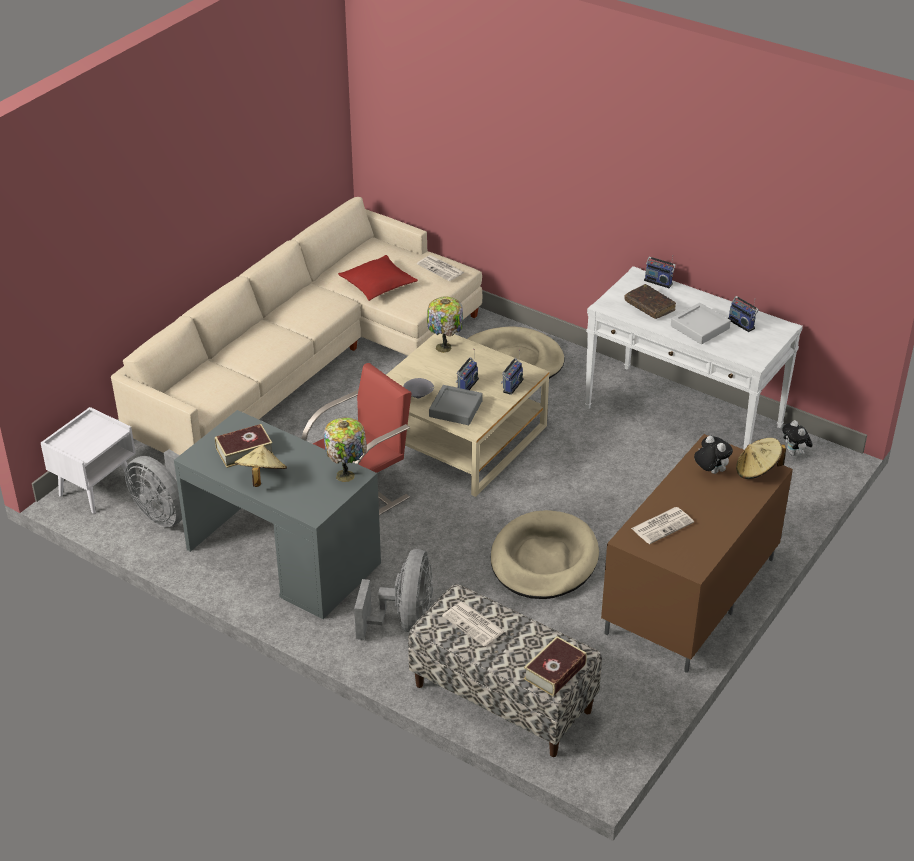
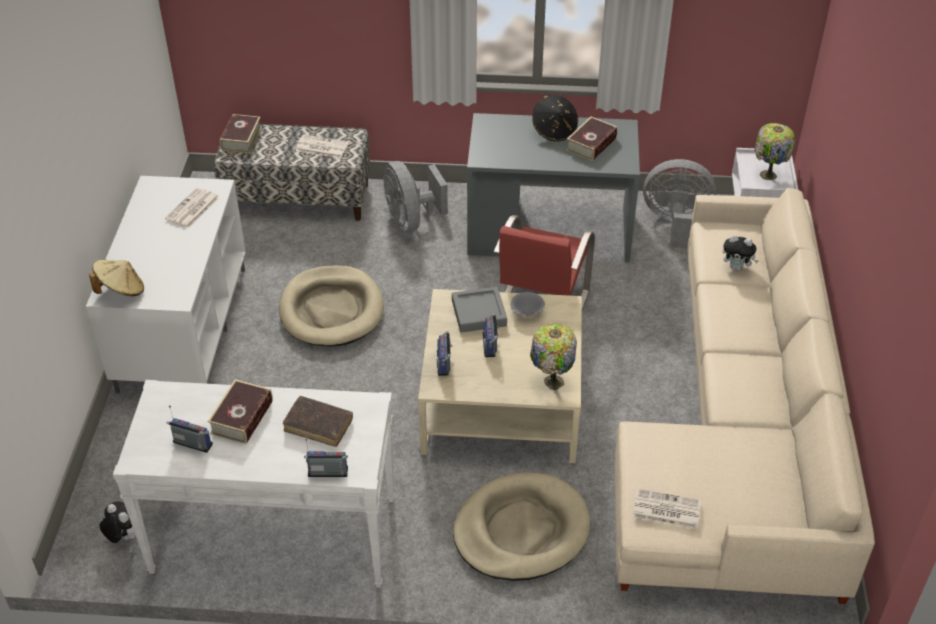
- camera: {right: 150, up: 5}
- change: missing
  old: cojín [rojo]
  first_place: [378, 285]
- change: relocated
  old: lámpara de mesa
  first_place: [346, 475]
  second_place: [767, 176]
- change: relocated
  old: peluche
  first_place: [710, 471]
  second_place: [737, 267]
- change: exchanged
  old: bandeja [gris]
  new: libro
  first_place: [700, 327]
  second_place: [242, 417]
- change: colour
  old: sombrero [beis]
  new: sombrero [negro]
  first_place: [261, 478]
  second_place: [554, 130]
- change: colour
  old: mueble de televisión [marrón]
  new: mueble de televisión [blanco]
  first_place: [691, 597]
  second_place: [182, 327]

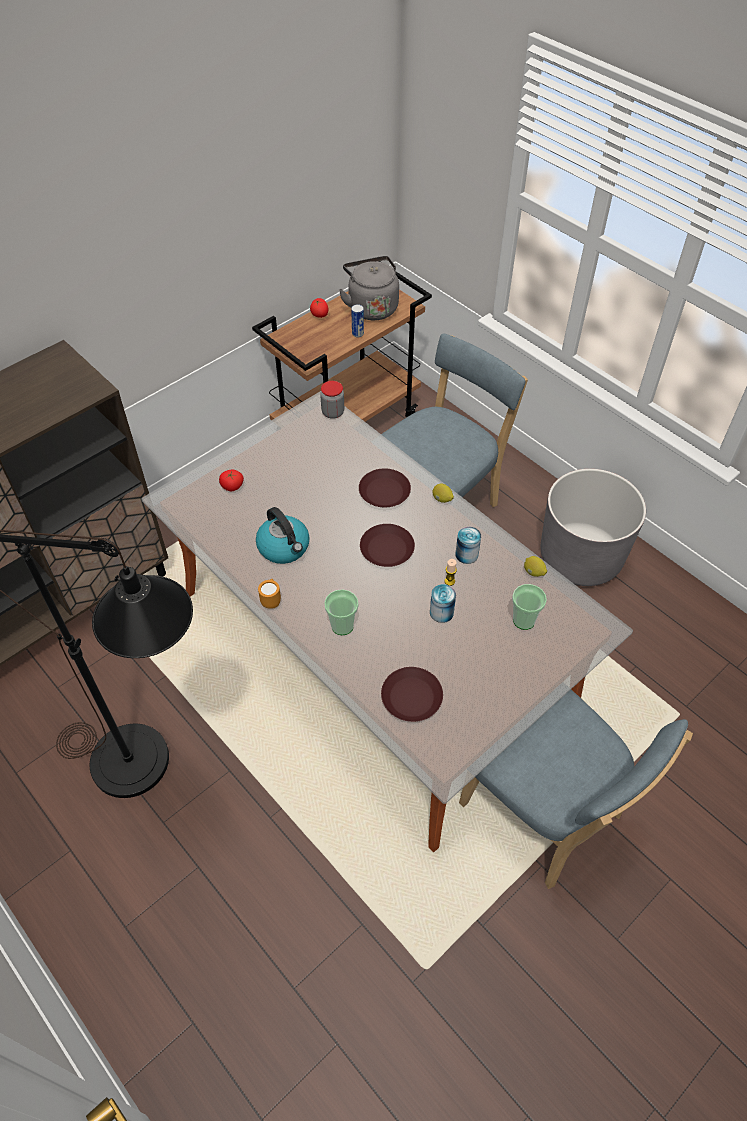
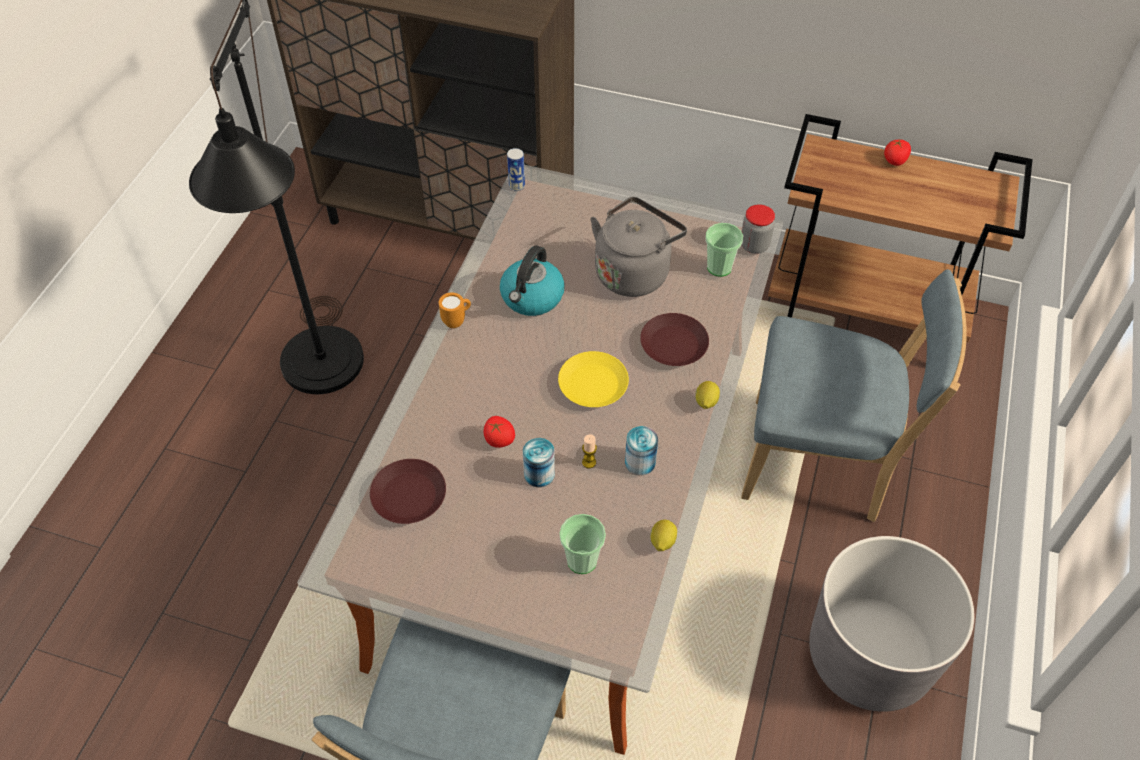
- camera: {right: 60, up: 0}
- change: relocated
  old: tomate
  first_place: [232, 487]
  second_place: [499, 439]
- change: relocated
  old: taza
  first_place: [342, 626]
  second_place: [719, 267]
- change: relocated
  old: hervidor [gris]
  first_place: [371, 307]
  second_place: [634, 271]
- change: relocated
  old: lata
  first_place: [357, 334]
  second_place: [517, 186]
- change: colour
  old: plato [marrón]
  new: plato [amarillo]
  first_place: [386, 549]
  second_place: [592, 384]

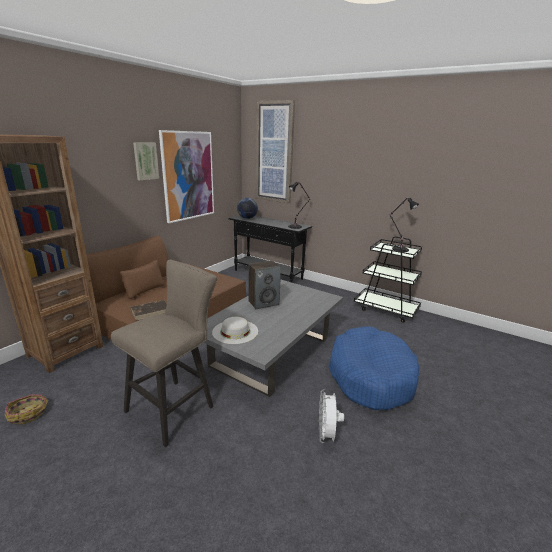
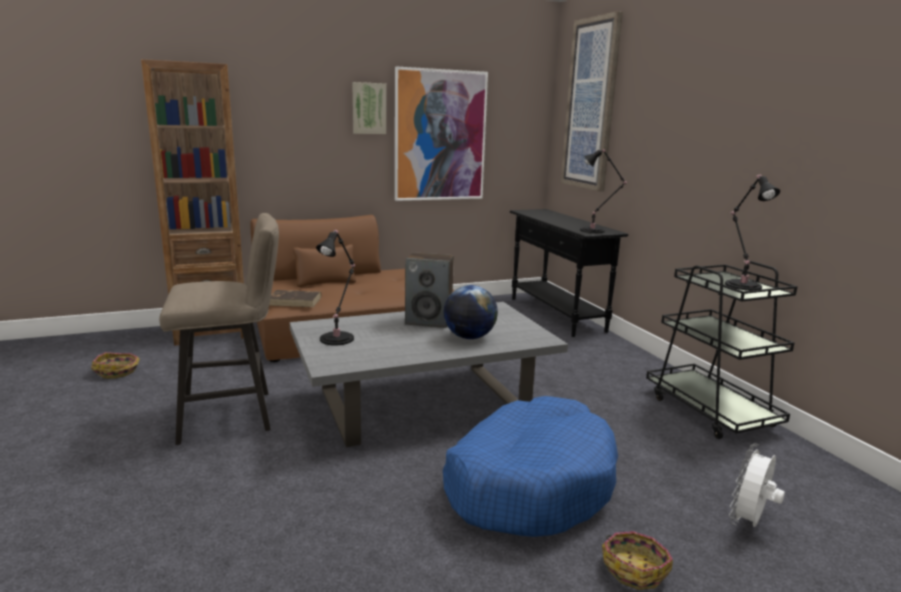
- camera: {right: 35, up: -5}
- change: appeared
  new: cesta
  second_place: [634, 568]
- change: relocated
  old: globo terráqueo
  first_place: [247, 218]
  second_place: [469, 337]
- change: relocated
  old: ventilador [blanco]
  first_place: [326, 435]
  second_place: [749, 523]
- change: exchanged
  old: sombrero [blanco]
  new: lámpara de mesa [negro]
  first_place: [235, 331]
  second_place: [338, 338]

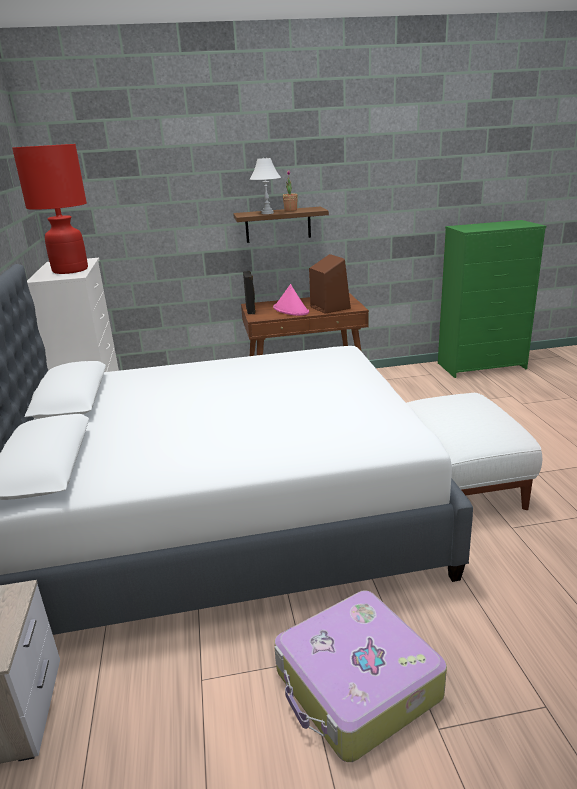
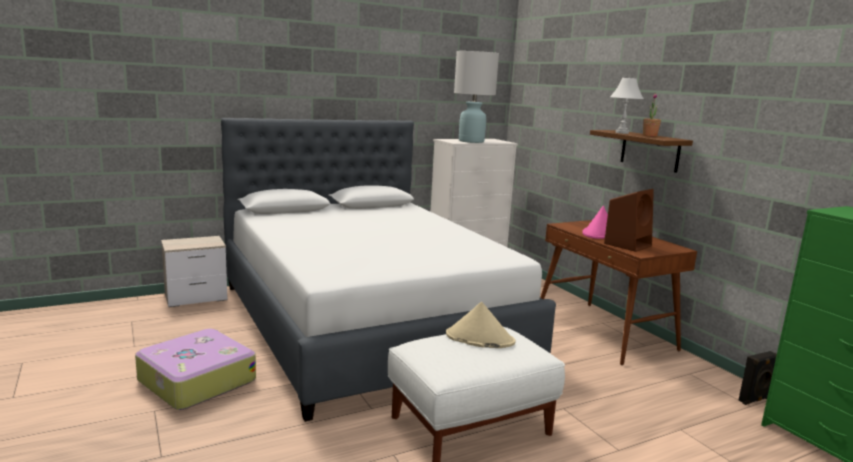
- camera: {right: 70, up: -10}
- change: appeared
  new: sombrero [beis]
  second_place: [479, 338]
- change: relocated
  old: altavoz [negro]
  first_place: [251, 310]
  second_place: [754, 400]
- change: colour
  old: lámpara de mesa [rojo]
  new: lámpara de mesa [blanco]
  first_place: [70, 270]
  second_place: [471, 141]

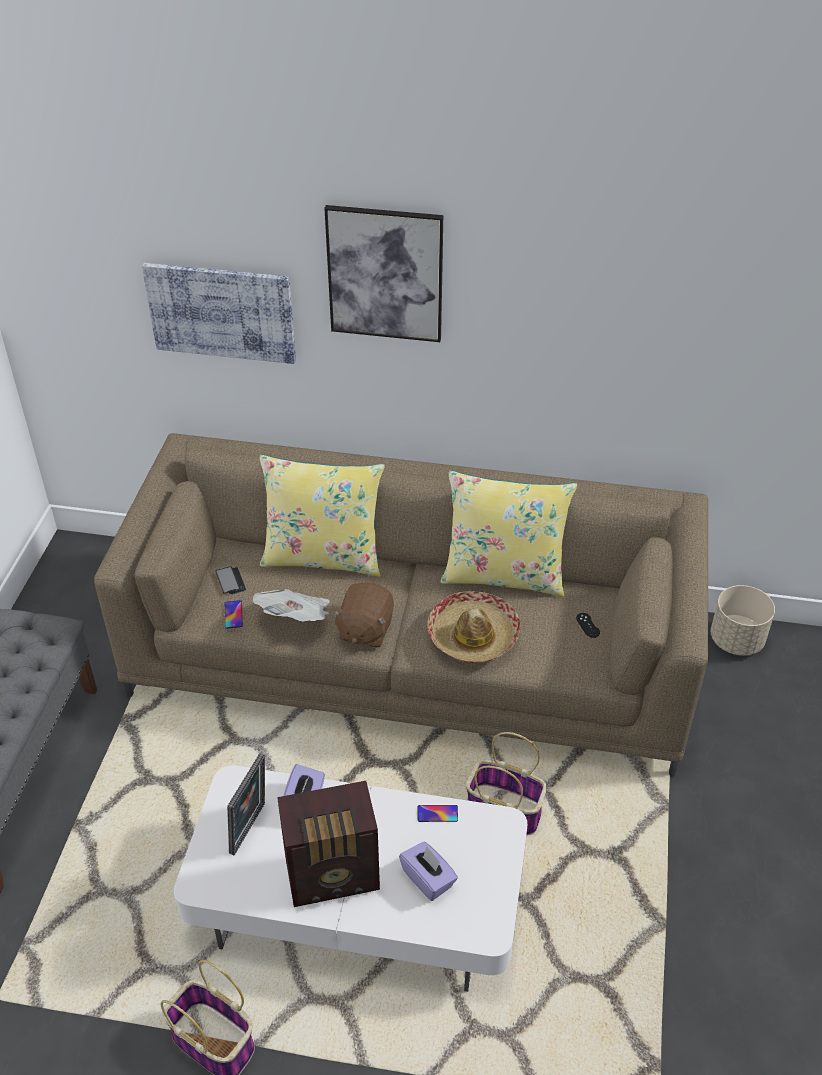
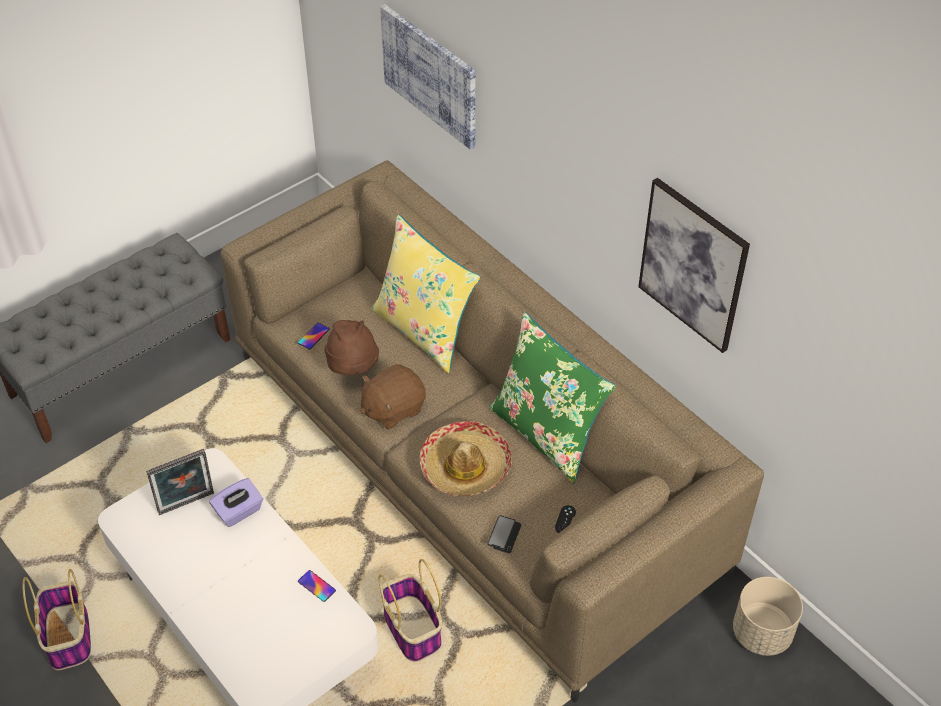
- camera: {right: 40, up: 5}
- change: missing
  old: radio
  first_place: [334, 876]
- change: missing
  old: caja de pañuelos [morado]
  first_place: [428, 879]
- change: relocated
  old: móvil
  first_place: [230, 581]
  second_place: [504, 535]
- change: relocated
  old: cuadro
  first_place: [385, 274]
  second_place: [693, 265]
- change: exchanged
  old: periódico
  new: sombrero [marrón]
  first_place: [296, 619]
  second_place: [352, 368]
- change: colour
  old: cojín [amarillo]
  new: cojín [verde]
  first_place: [504, 575]
  second_place: [546, 434]

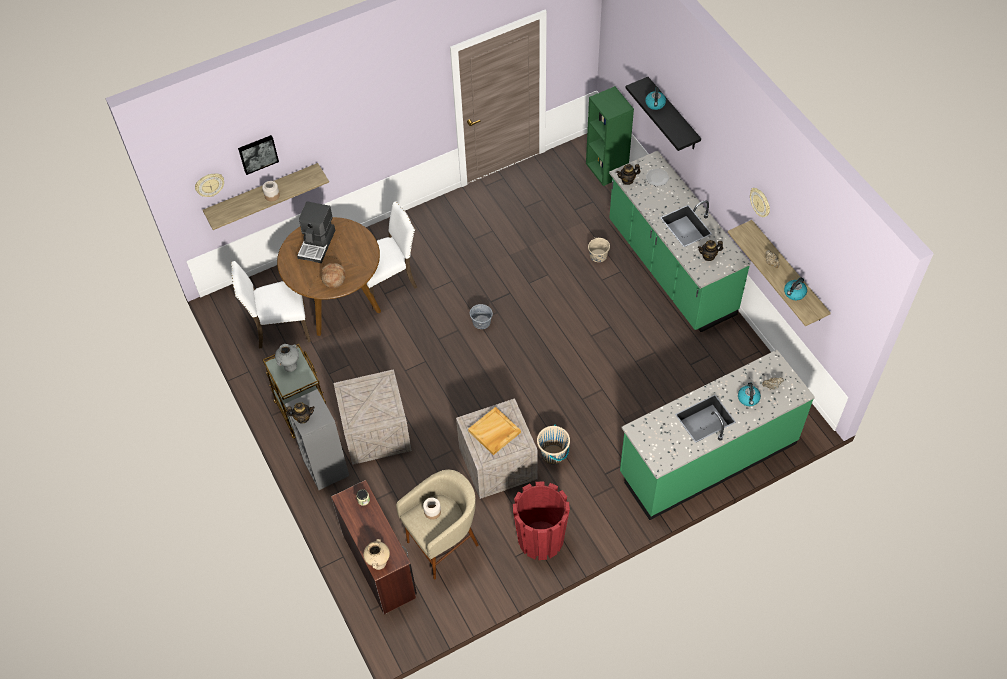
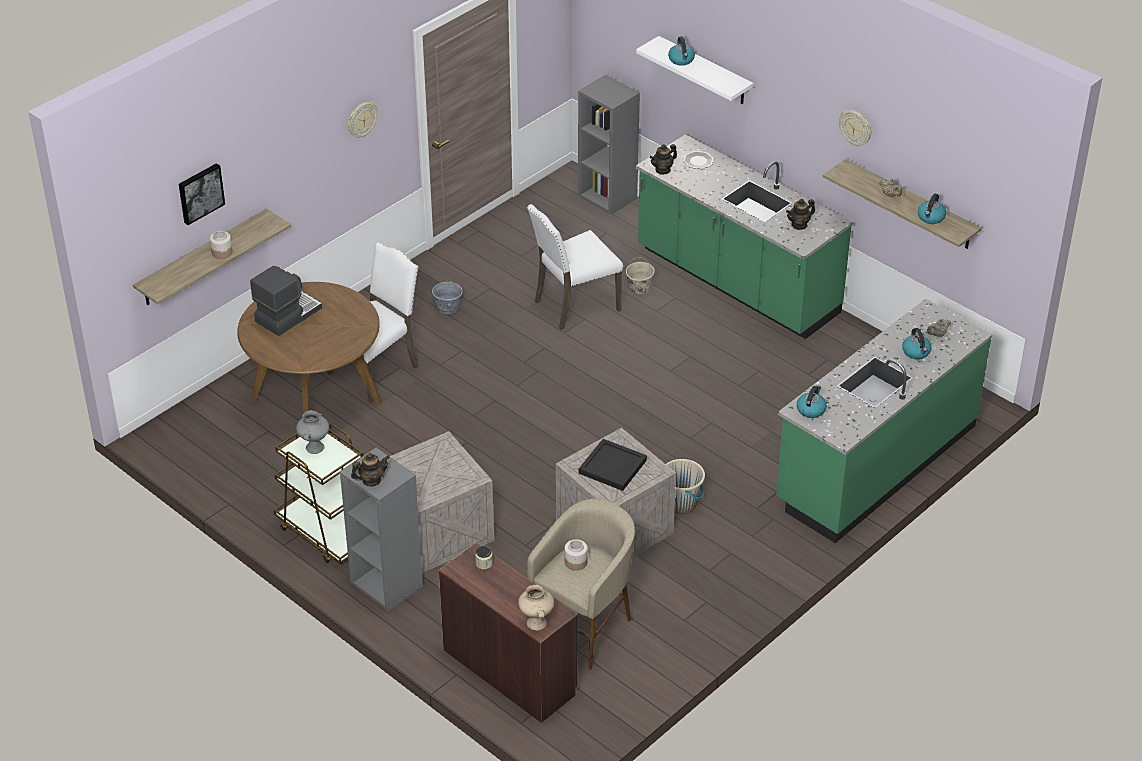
- camera: {right: -20, up: -15}
- change: missing
  old: pan
  first_place: [333, 278]
- change: missing
  old: maceta [rojo]
  first_place: [540, 539]
- change: appeared
  new: hervidor
  second_place: [811, 409]
- change: relocated
  old: reloj de pared
  first_place: [209, 184]
  second_place: [361, 119]
- change: relocated
  old: silla [blanco]
  first_place: [280, 328]
  second_place: [574, 305]
- change: relocated
  old: cubo [gris]
  first_place: [481, 322]
  second_place: [448, 307]
- change: colour
  old: bandeja [beis]
  new: bandeja [negro]
  first_place: [494, 432]
  second_place: [612, 467]
- change: colour
  old: estantería [verde]
  new: estantería [gris]
  first_place: [607, 169]
  second_place: [608, 197]
- change: colour
  old: estante [negro]
  new: estante [blanco]
  first_place: [673, 115]
  second_place: [704, 71]
- change: spun
  old: cafetera
  first_place: [317, 244]
  second_place: [287, 315]
  degrees: -135

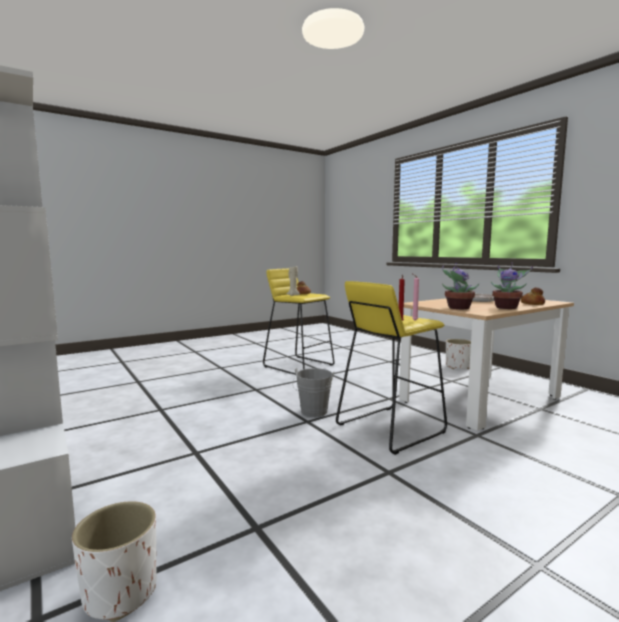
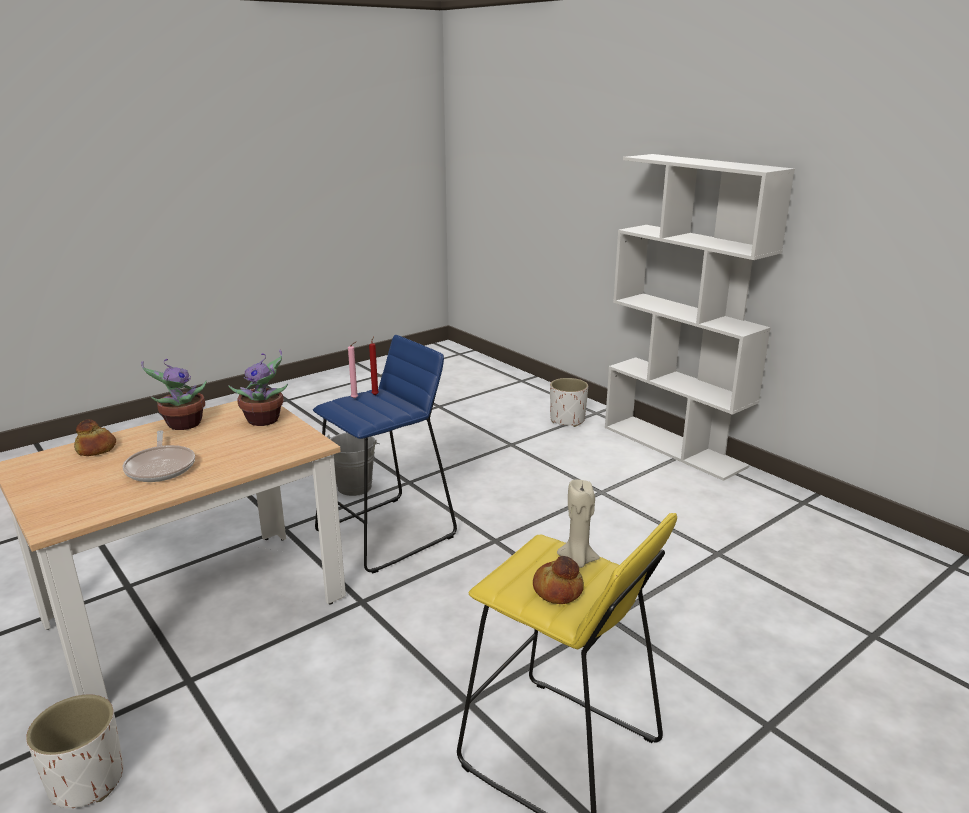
- camera: {right: 175, up: 15}
- change: relocated
  old: cubo [gris]
  first_place: [313, 413]
  second_place: [356, 485]
- change: colour
  old: taburete [amarillo]
  new: taburete [azul]
  first_place: [389, 428]
  second_place: [387, 533]

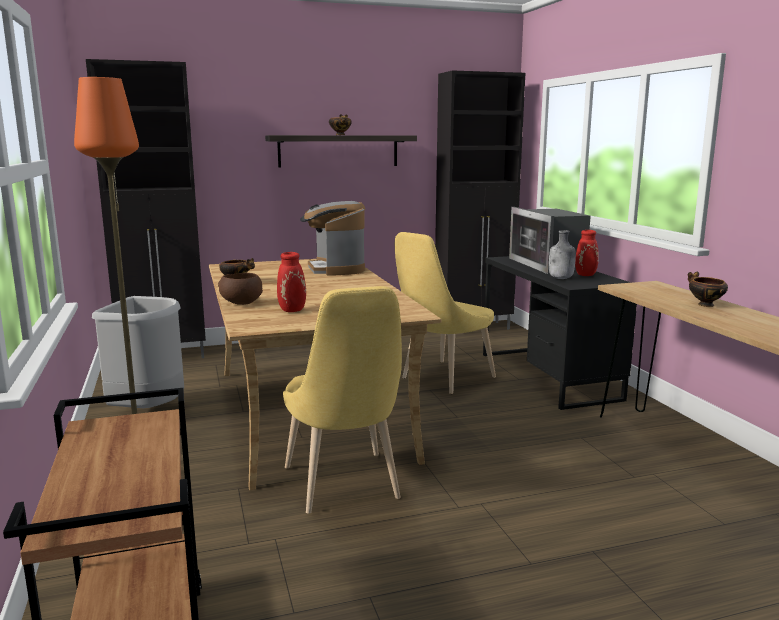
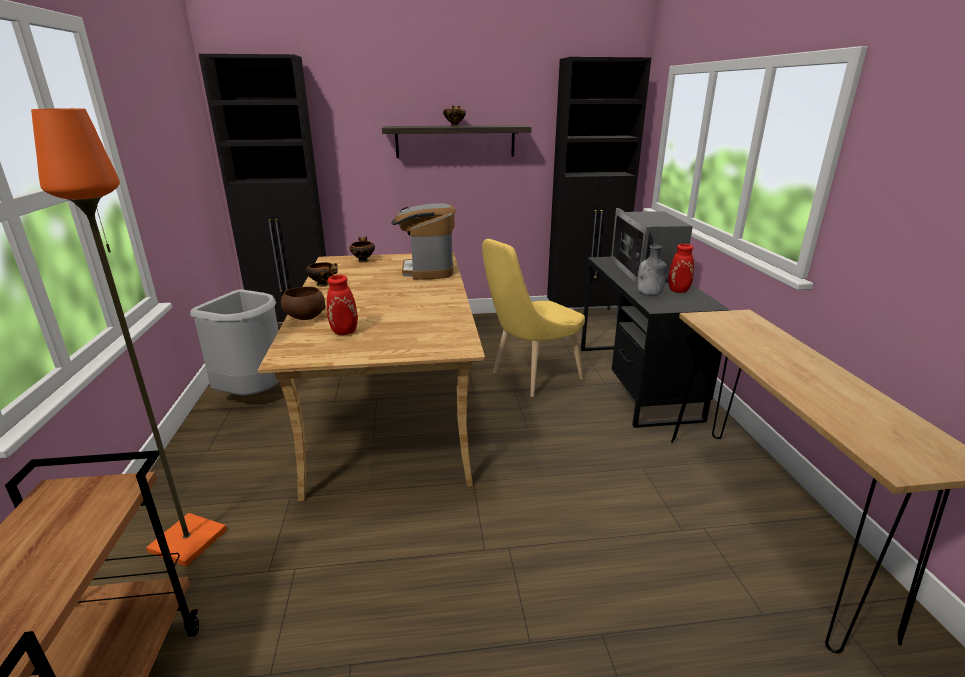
- camera: {right: 10, up: 10}
- change: missing
  old: silla [amarillo]
  first_place: [344, 487]
- change: relocated
  old: cuenco
  first_place: [704, 304]
  second_place: [363, 260]

